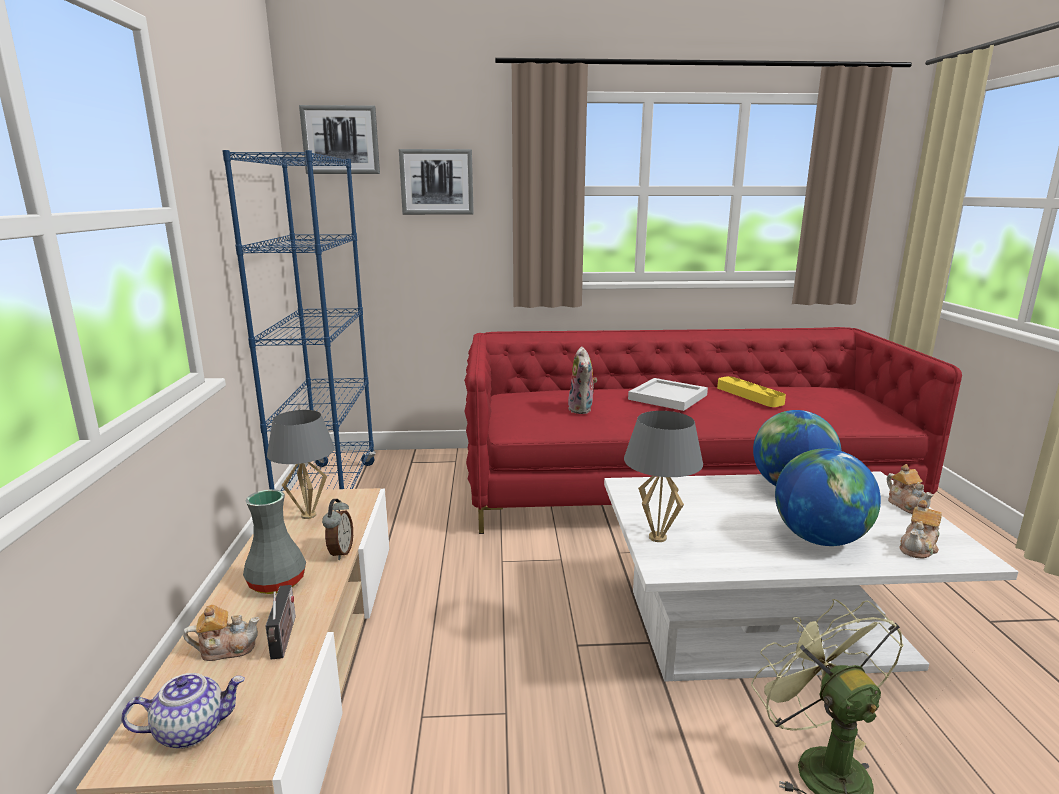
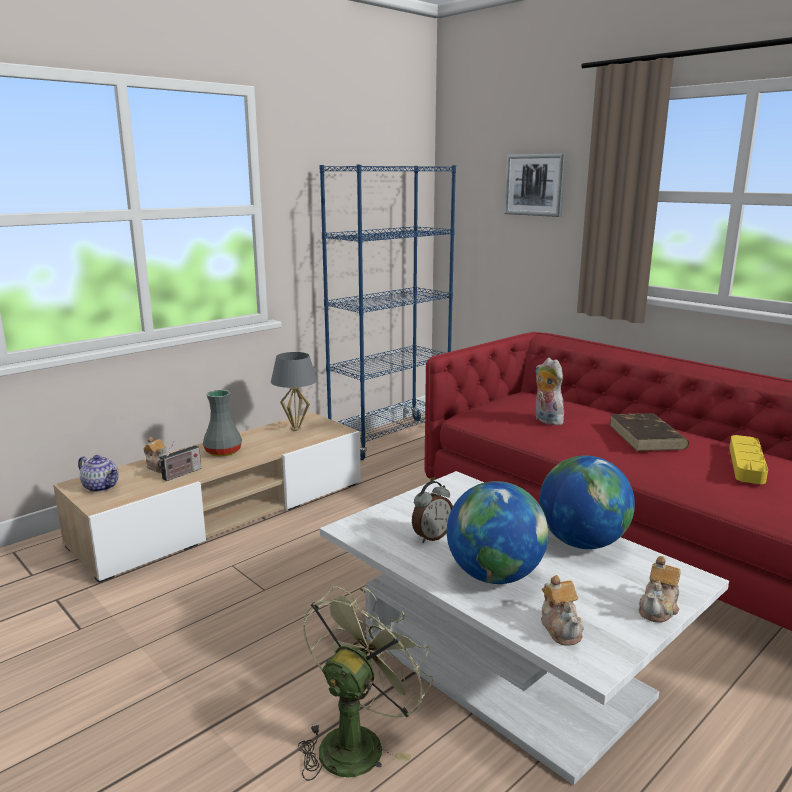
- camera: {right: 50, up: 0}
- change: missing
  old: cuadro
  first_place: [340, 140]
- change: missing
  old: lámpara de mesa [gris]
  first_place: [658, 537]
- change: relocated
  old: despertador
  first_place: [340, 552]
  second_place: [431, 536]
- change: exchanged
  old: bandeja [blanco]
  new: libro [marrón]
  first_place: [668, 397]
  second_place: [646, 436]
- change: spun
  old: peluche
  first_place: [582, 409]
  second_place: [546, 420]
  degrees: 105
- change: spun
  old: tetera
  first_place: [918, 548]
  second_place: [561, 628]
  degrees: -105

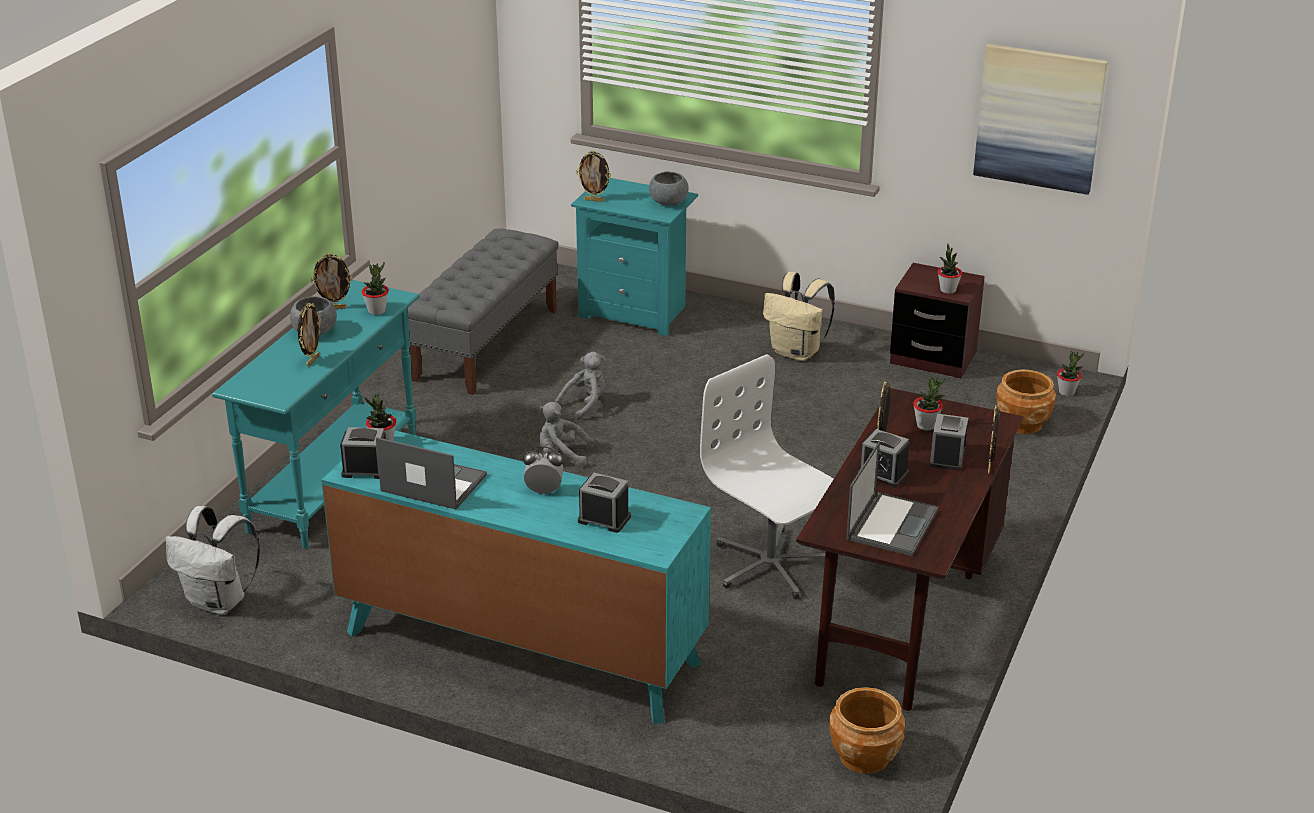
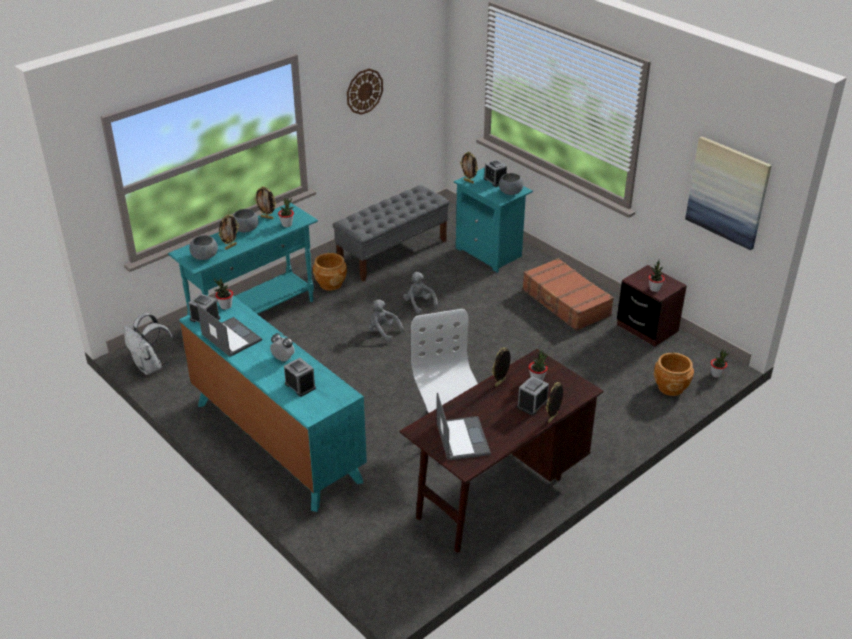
- camera: {right: 25, up: 5}
- change: appeared
  new: cuenco [gris]
  second_place: [205, 256]
- change: appeared
  new: reloj de pared
  second_place: [364, 91]
- change: relocated
  old: maceta [marrón]
  first_place: [863, 756]
  second_place: [330, 284]
- change: relocated
  old: despertador
  first_place: [883, 474]
  second_place: [495, 181]
- change: exchanged
  old: mochila [beis]
  new: maleta [marrón]
  first_place: [797, 352]
  second_place: [565, 303]
- change: spun
  old: peluche [gris]
  first_place: [585, 404]
  second_place: [419, 304]
  degrees: -105
- change: spun
  old: portátil
  first_place: [892, 524]
  second_place: [462, 438]
  degrees: -60

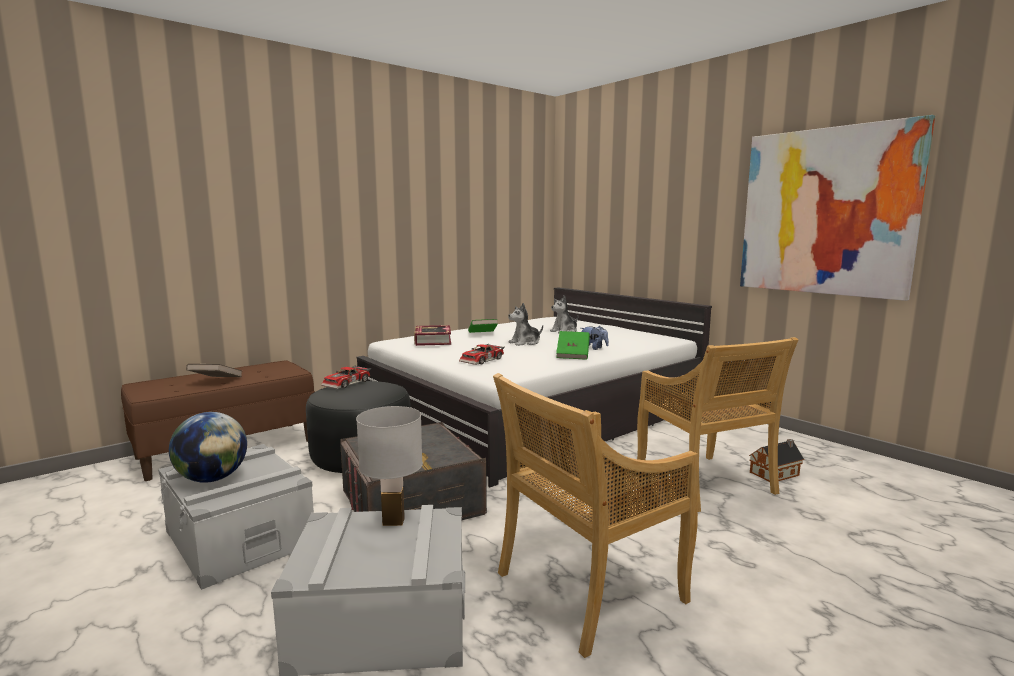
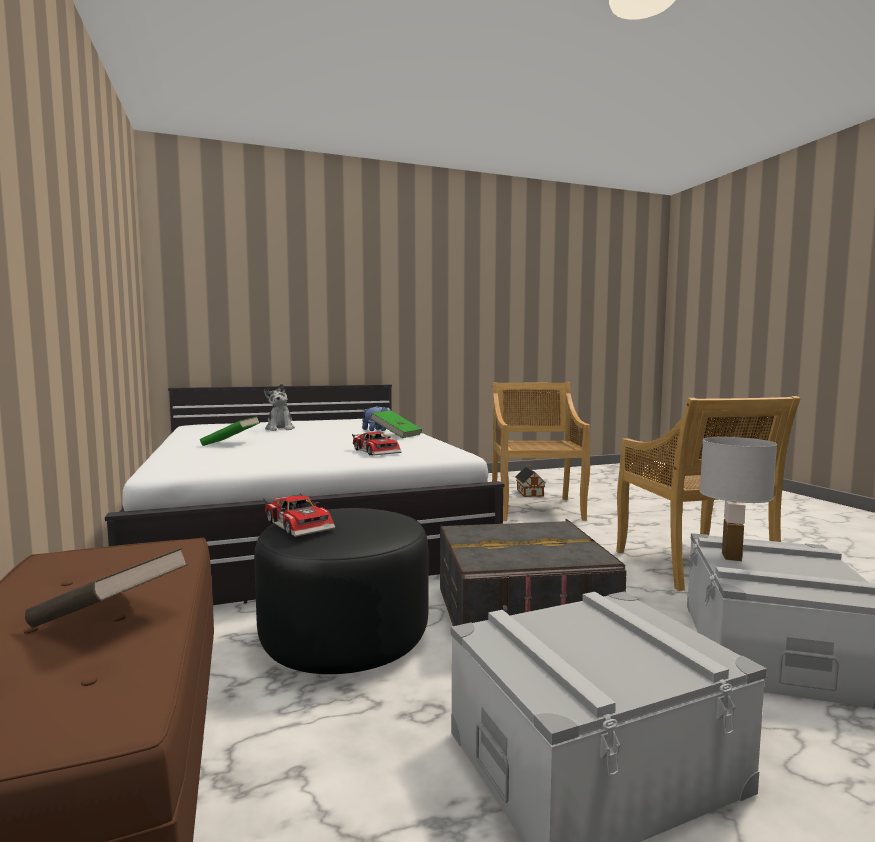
- camera: {right: -70, up: -5}
- change: missing
  old: globo terráqueo
  first_place: [212, 478]
- change: missing
  old: libro
  first_place: [432, 340]
- change: missing
  old: peluche
  first_place: [525, 343]
- change: missing
  old: cuadro
  first_place: [826, 212]
- change: spun
  old: silla [beis]
  first_place: [705, 483]
  second_place: [536, 509]
  degrees: -90

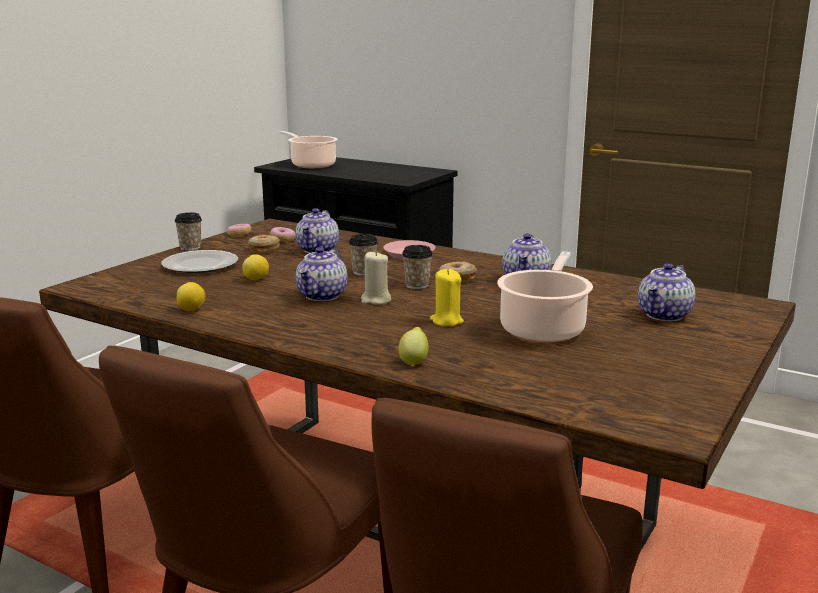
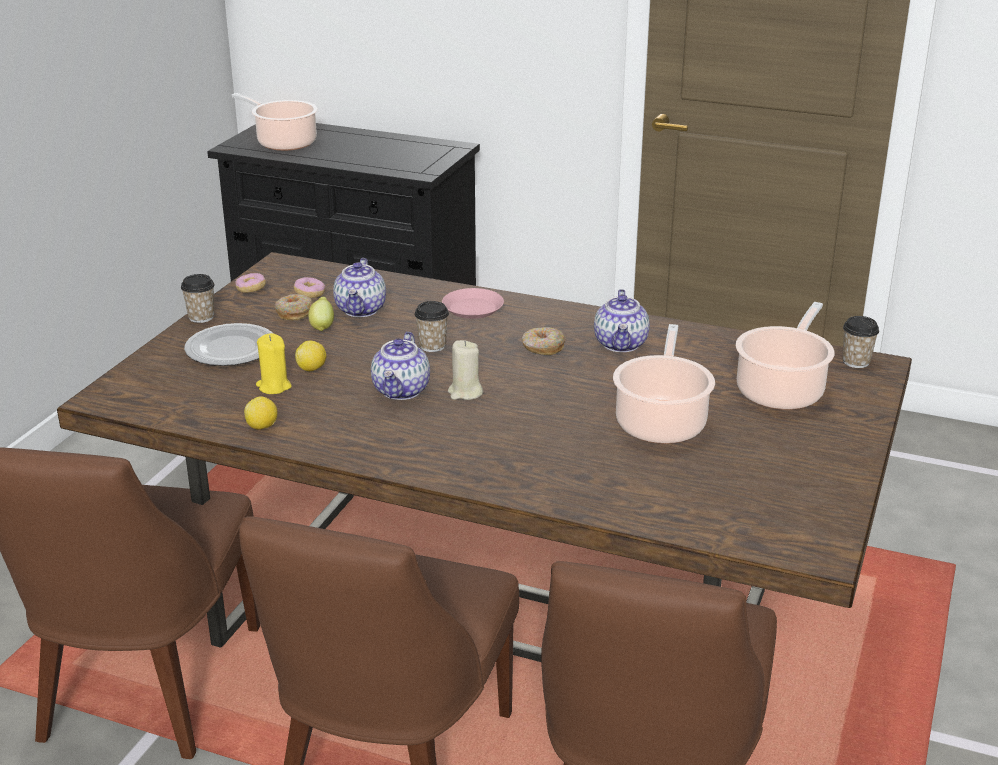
- camera: {right: -10, up: 10}
- change: relocated
  old: limón
  first_place: [414, 361]
  second_place: [322, 326]
- change: relocated
  old: taza
  first_place: [417, 285]
  second_place: [856, 362]
- change: relocated
  old: vela [amarillo]
  first_place: [446, 321]
  second_place: [274, 386]
- change: exchanged
  old: tetera
  new: olla
  first_place: [665, 315]
  second_place: [781, 390]

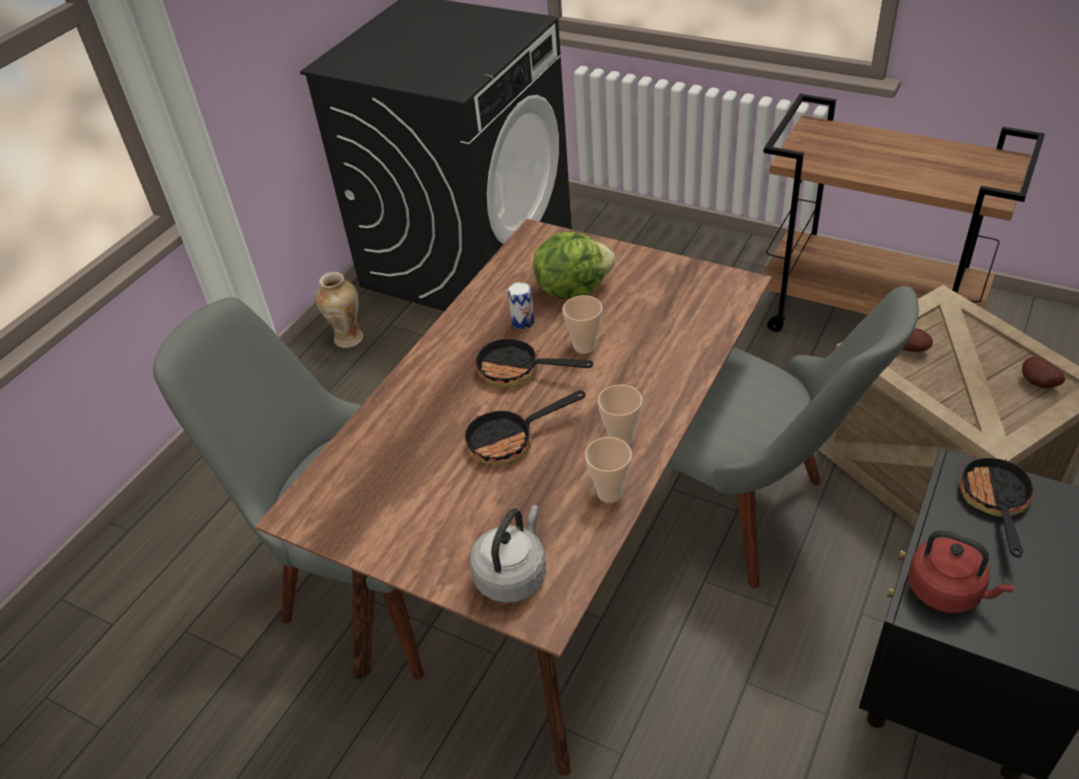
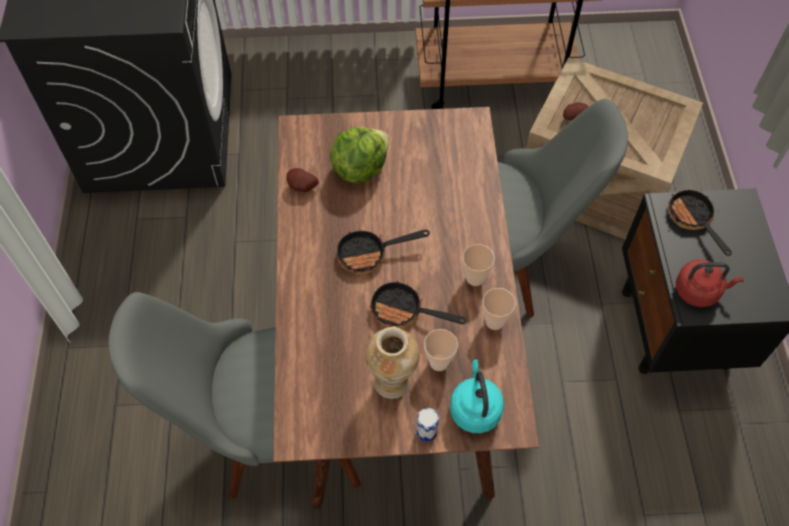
- camera: {right: -35, up: 15}
- change: relocated
  old: florero
  first_place: [348, 339]
  second_place: [392, 383]
- change: relocated
  old: lata
  first_place: [523, 322]
  second_place: [427, 432]
- change: relocated
  old: taza
  first_place: [584, 346]
  second_place: [439, 362]
- change: relocated
  old: patata
  first_place: [1037, 384]
  second_place: [302, 188]
- change: colour
  old: hervidor [gris]
  new: hervidor [turquesa]
  first_place: [513, 575]
  second_place: [475, 408]
- change: spun
  old: sartén
  first_place: [510, 440]
  second_place: [404, 312]
  degrees: 75

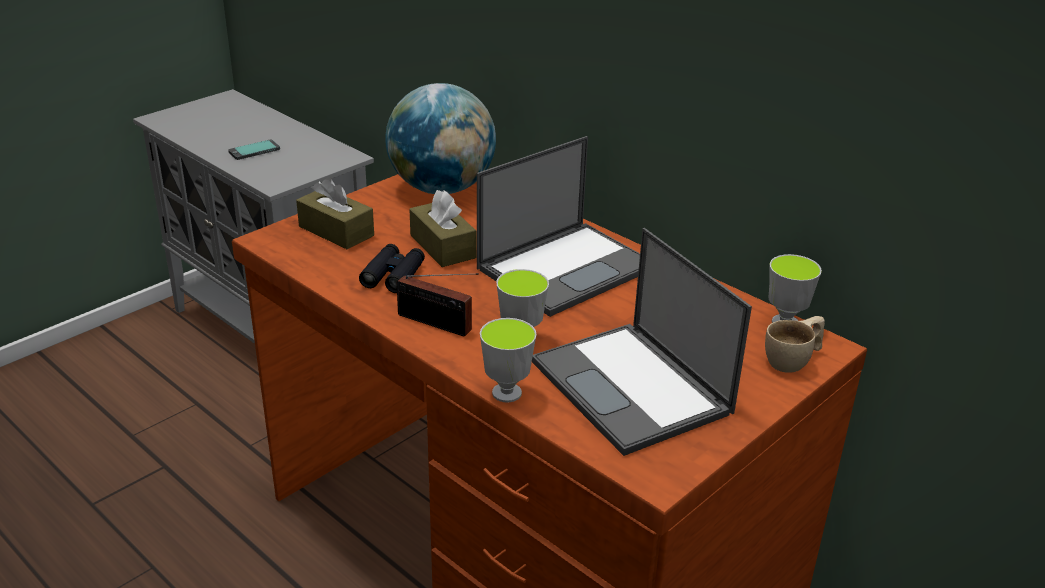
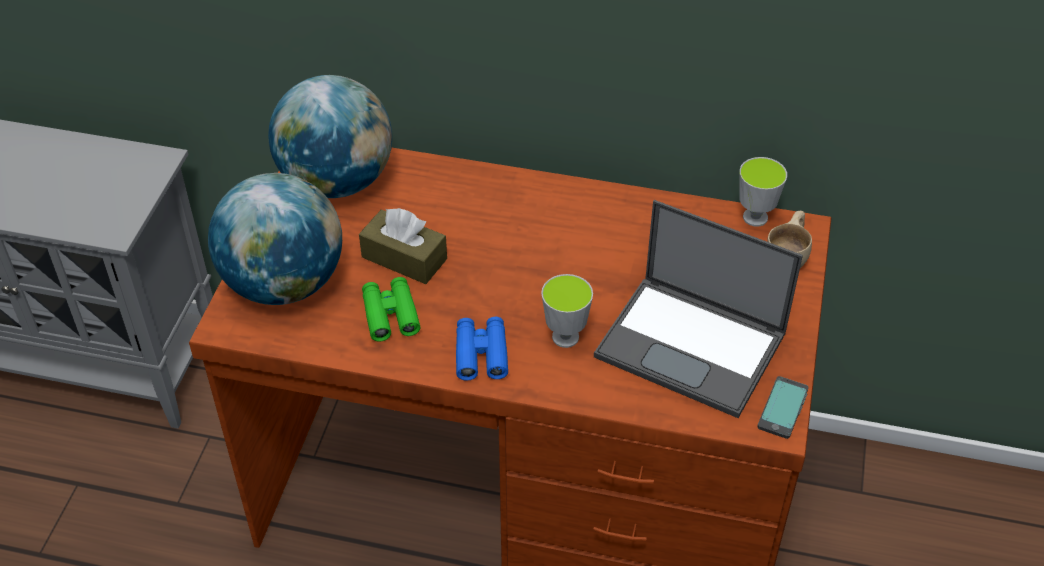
- camera: {right: -30, up: 15}
- change: missing
  old: portátil
  first_place: [567, 267]
- change: missing
  old: taza
  first_place: [506, 393]
- change: relocated
  old: móvil
  first_place: [254, 151]
  second_place: [783, 408]
- change: exchanged
  old: caja de pañuelos [marrón]
  new: globo terráqueo
  first_place: [336, 231]
  second_place: [284, 284]
- change: exchanged
  old: radio
  new: prismáticos [azul]
  first_place: [438, 324]
  second_place: [481, 354]
- change: colour
  old: prismáticos [negro]
  new: prismáticos [verde]
  first_place: [393, 275]
  second_place: [390, 314]

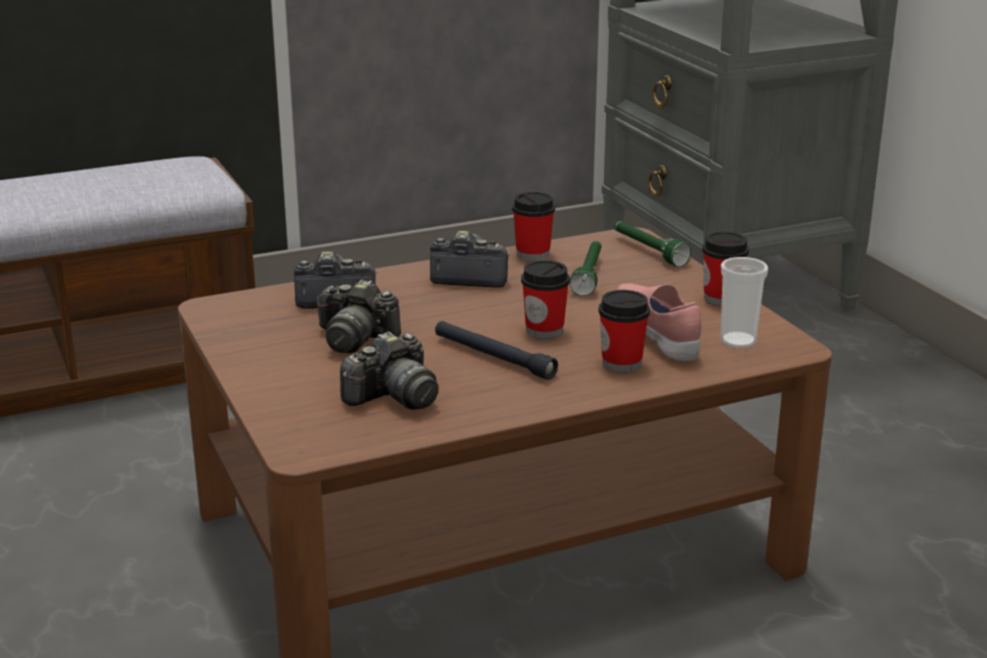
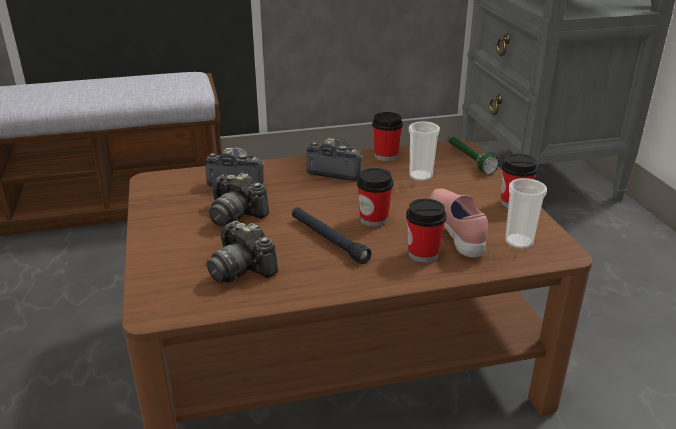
- camera: {right: 10, up: 5}
- change: exchanged
  old: linterna [verde]
  new: taza
  first_place: [589, 276]
  second_place: [420, 176]
- change: spun
  old: cámara
  first_place: [394, 397]
  second_place: [242, 268]
  degrees: 75

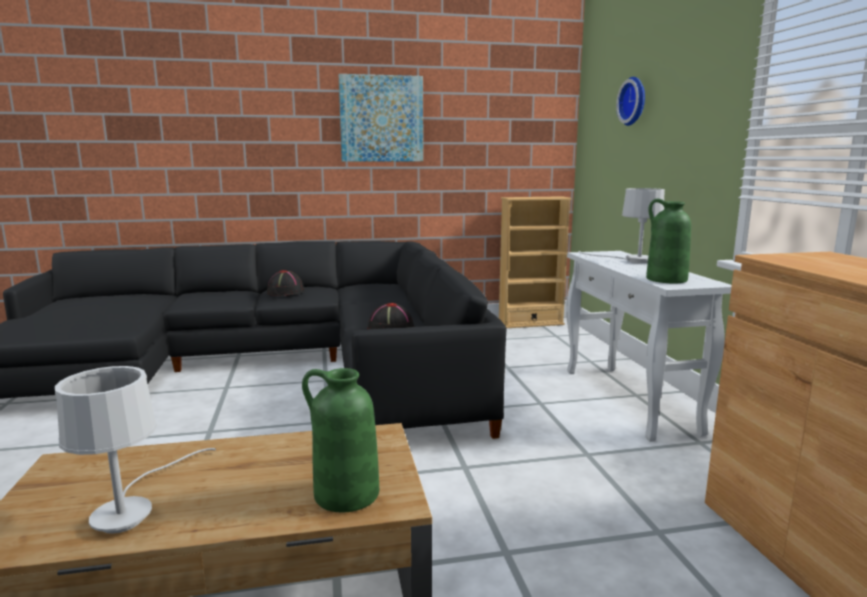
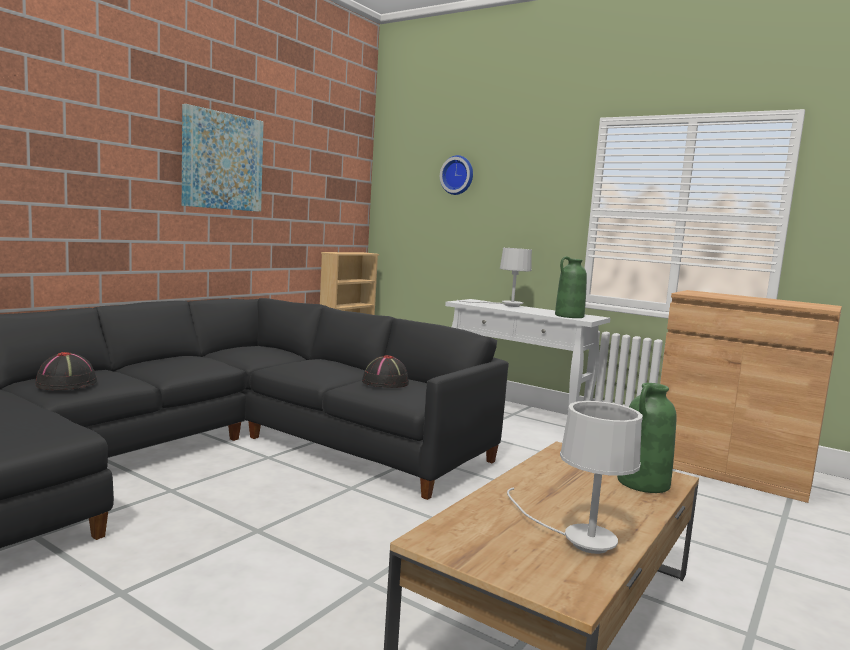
- camera: {right: -45, up: -5}
- change: relocated
  old: sombrero [negro]
  first_place: [286, 292]
  second_place: [67, 383]

